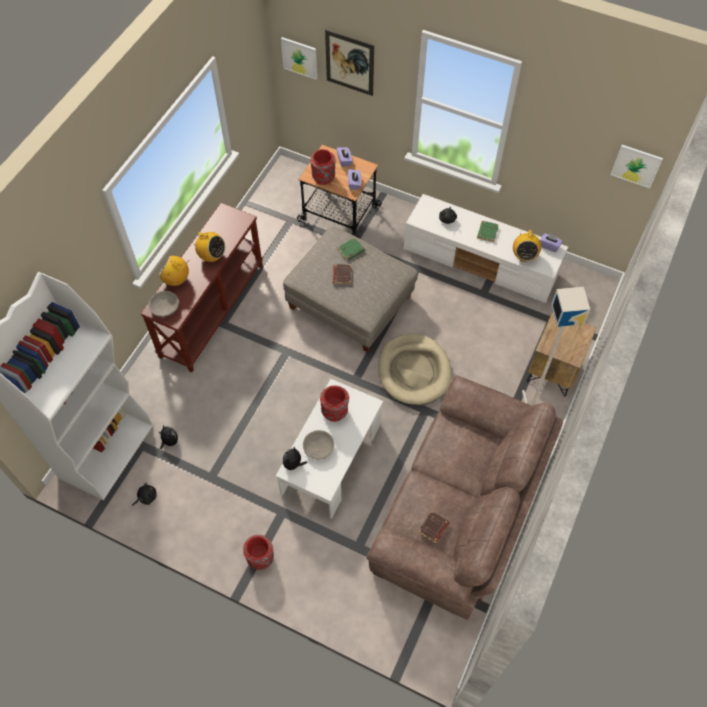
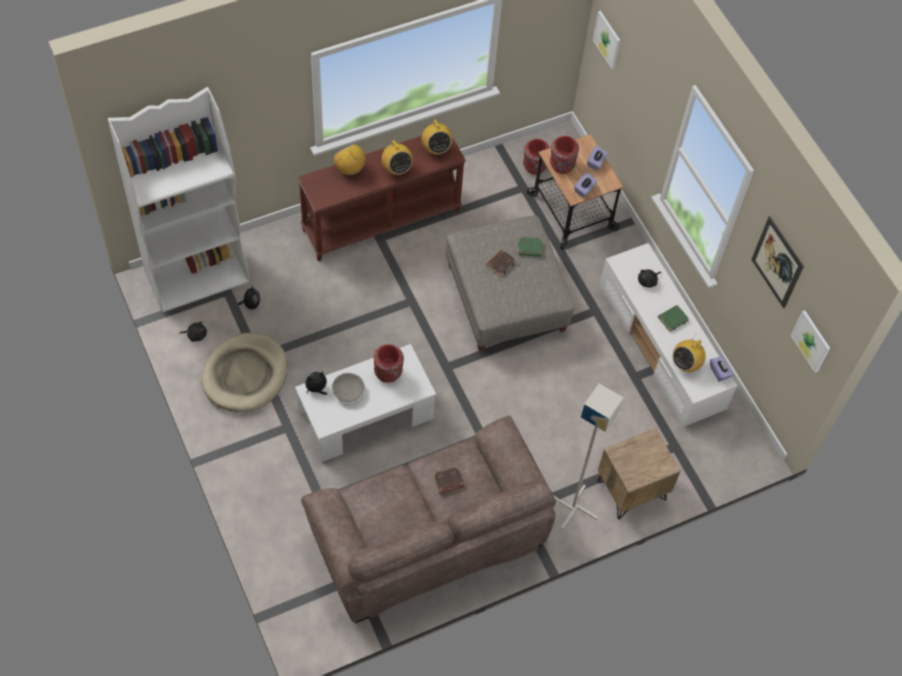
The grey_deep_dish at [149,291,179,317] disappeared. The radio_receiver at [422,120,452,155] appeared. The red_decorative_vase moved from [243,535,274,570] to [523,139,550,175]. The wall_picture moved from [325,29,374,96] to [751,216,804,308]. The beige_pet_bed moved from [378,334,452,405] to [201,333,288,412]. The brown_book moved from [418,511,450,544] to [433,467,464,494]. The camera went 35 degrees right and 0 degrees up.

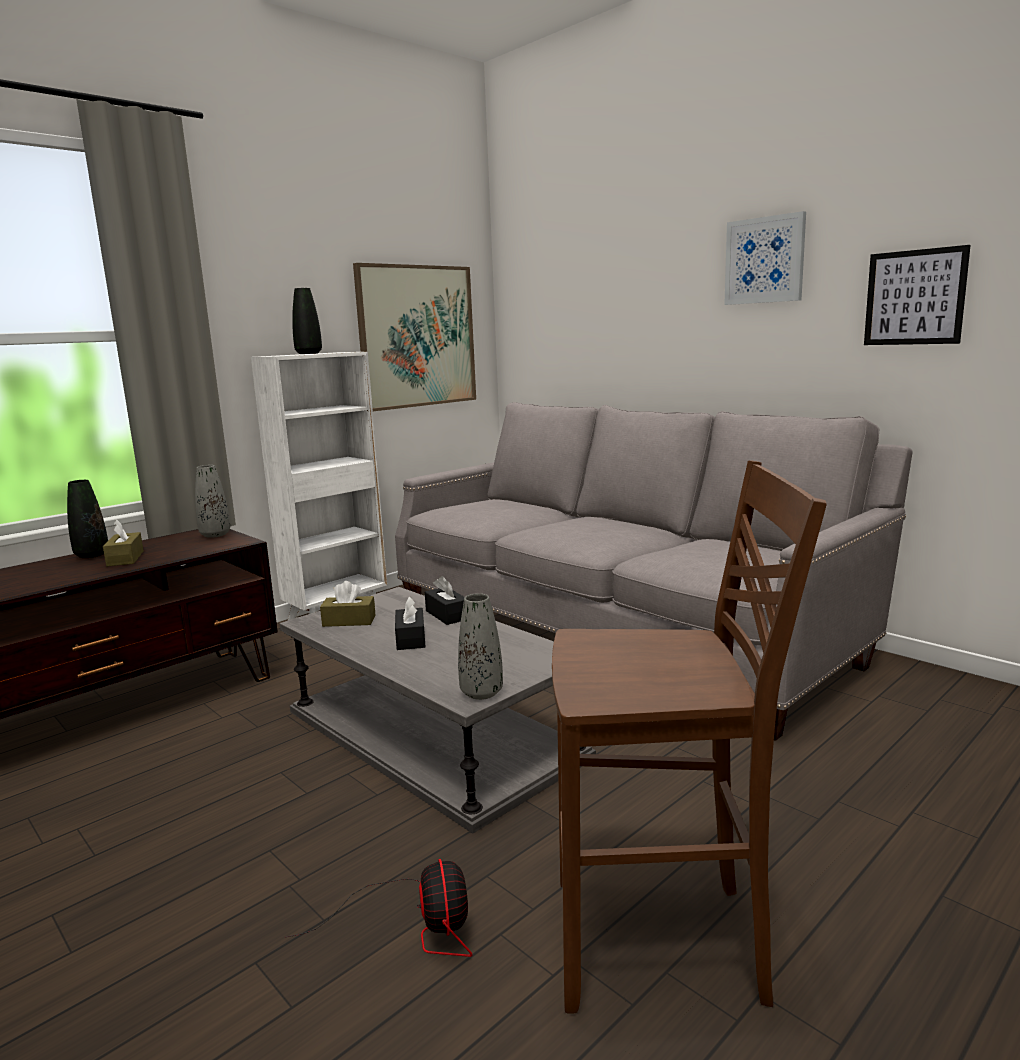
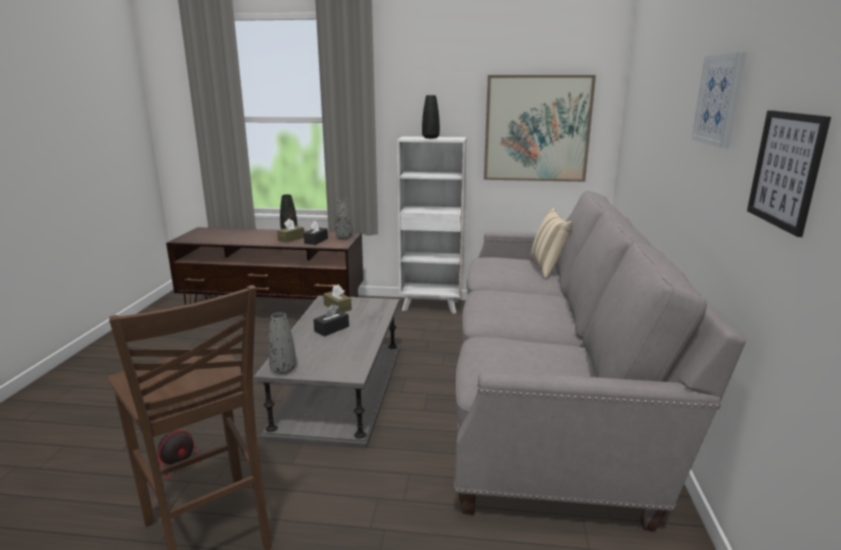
The beige_cushion at [530,208,573,279] appeared. The black-coloured_box_of_tissues moved from [425,576,465,625] to [304,221,328,245]. The camera went 50 degrees right and 5 degrees up.

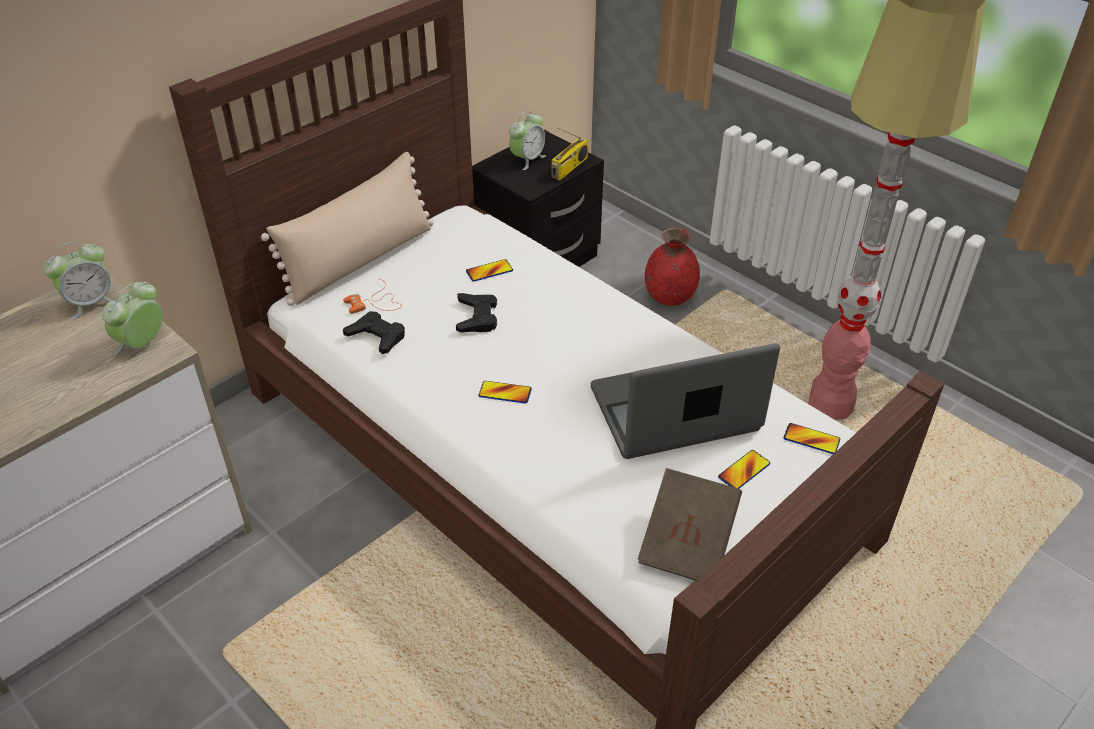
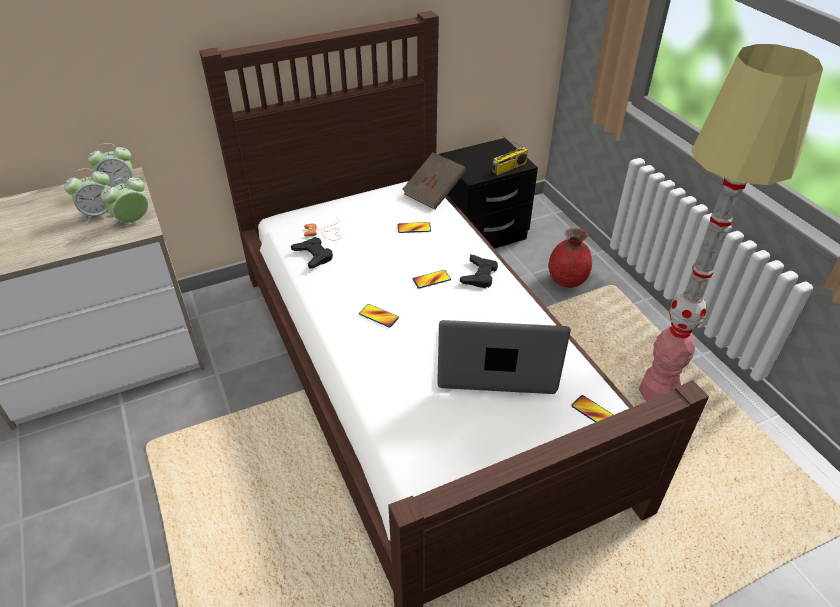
The beige_cushion at [261,152,434,306] disappeared. The black-coloured_gamepad moved from [456,293,497,333] to [460,255,498,288]. The table_clock moved from [509,111,546,170] to [64,168,113,225]. The brown_book moved from [638,468,742,581] to [402,152,466,209]. The handset moved from [718,450,770,489] to [413,270,451,289]. The camera went 20 degrees right and 0 degrees up.

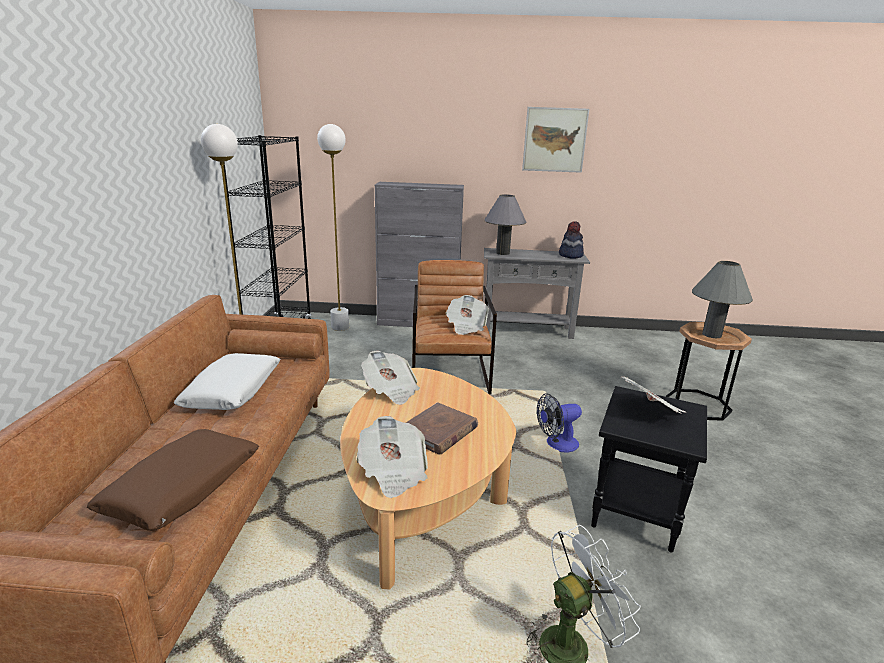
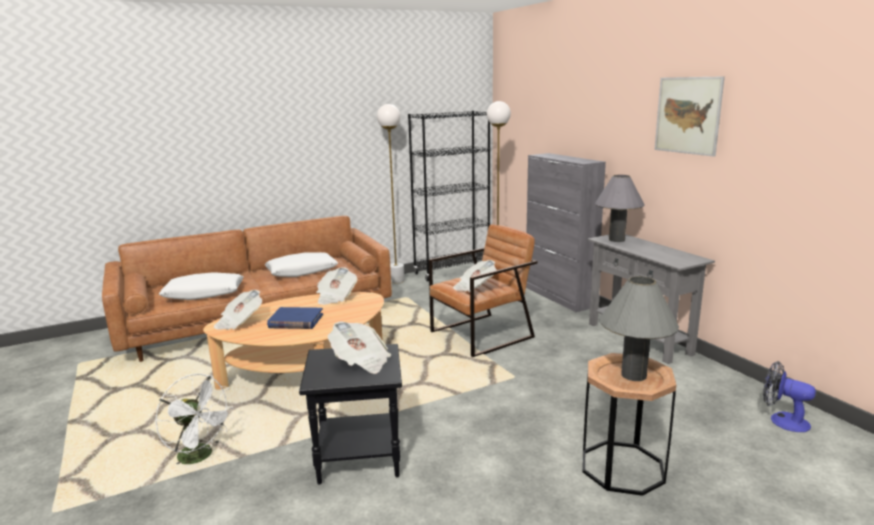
The wearable_hat at [559,221,584,258] disappeared. The fan moved from [537,393,582,452] to [763,361,816,432]. The brown_cushion at [87,429,259,531] became the whitish_cushion at [159,272,243,300]. The brown_book at [406,402,478,454] became the blue-coloured_book at [267,307,323,329]. The camera went 60 degrees right and 5 degrees down.

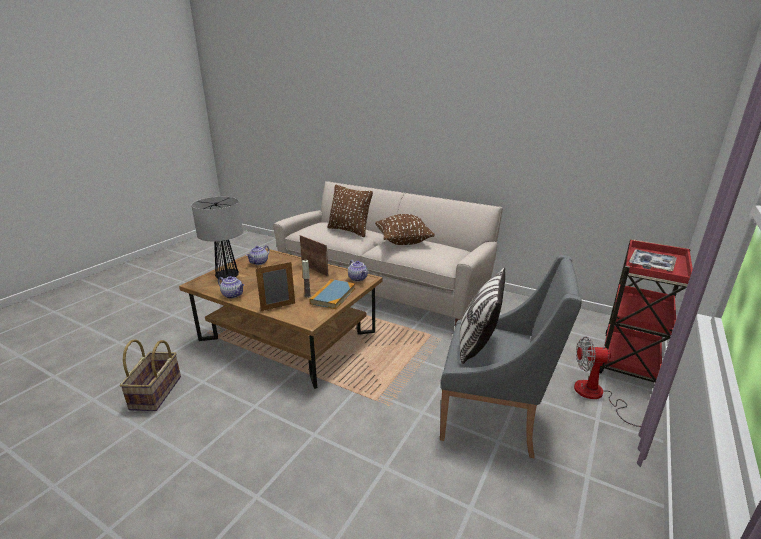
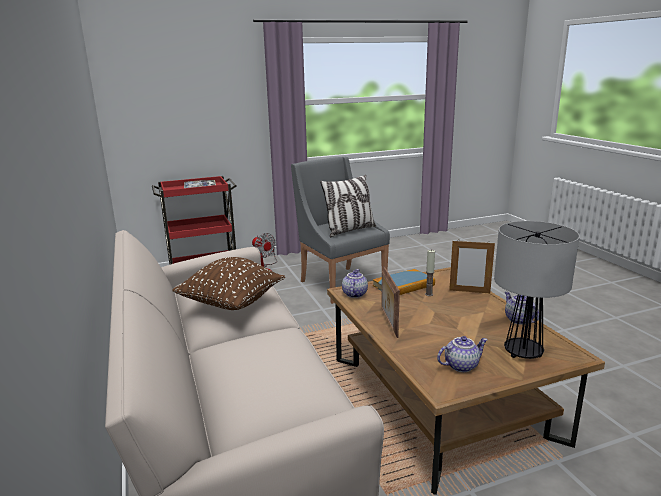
The household_basket at [120,339,181,411] disappeared. The brown_cushion at [328,184,373,237] disappeared. The camera went 140 degrees left and 5 degrees down.

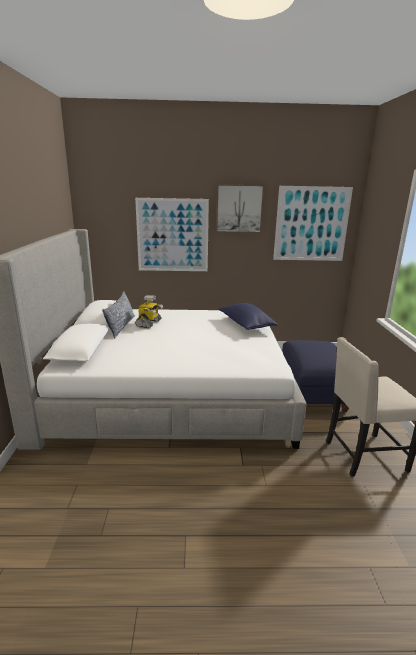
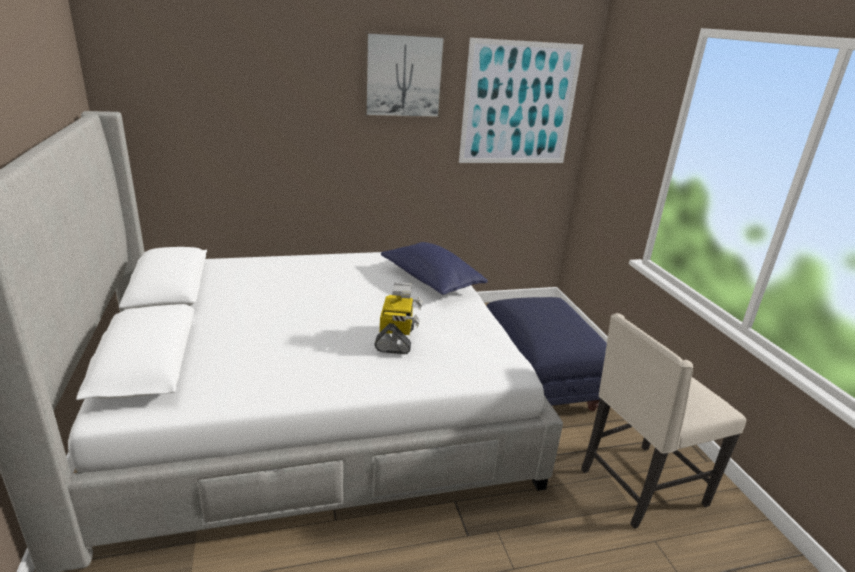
The cushion at [102,291,135,339] disappeared. The wall_picture at [135,198,209,271] disappeared. The toy_robot moved from [135,295,163,329] to [374,282,422,354]. The camera went 15 degrees left and 5 degrees up.

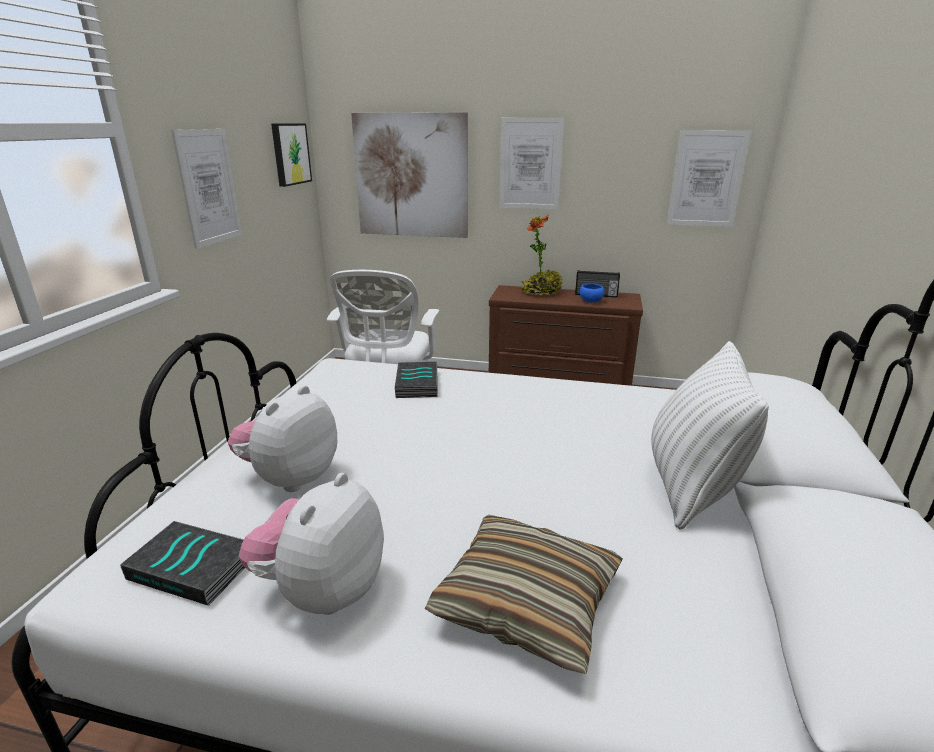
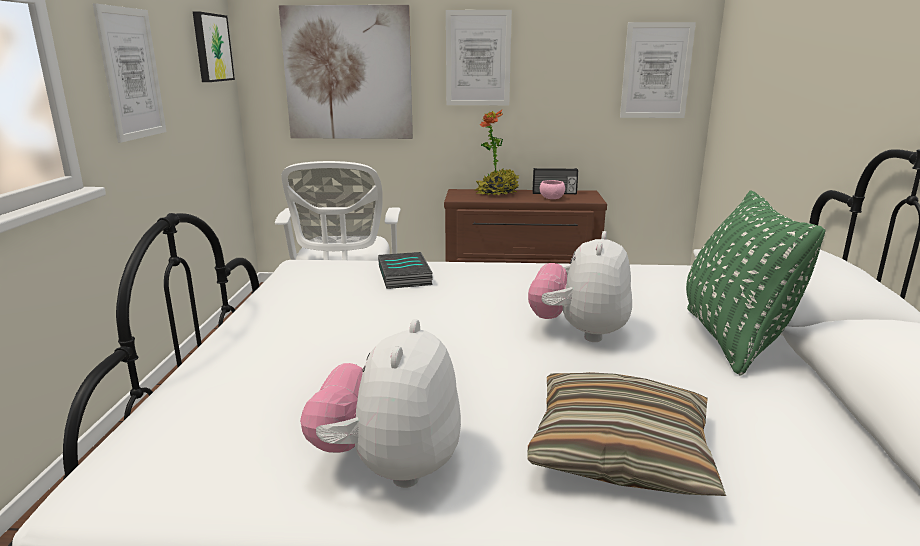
The book at [120,521,245,606] disappeared. The plush_toy moved from [228,385,337,492] to [528,231,632,342]. The blue-coloured_deep_dish at [580,283,604,303] became the pink_deep_dish at [540,180,565,199]. The whitish_cushion at [651,341,769,530] became the greenish_cushion at [686,190,825,376]. The camera went 10 degrees left and 5 degrees down.

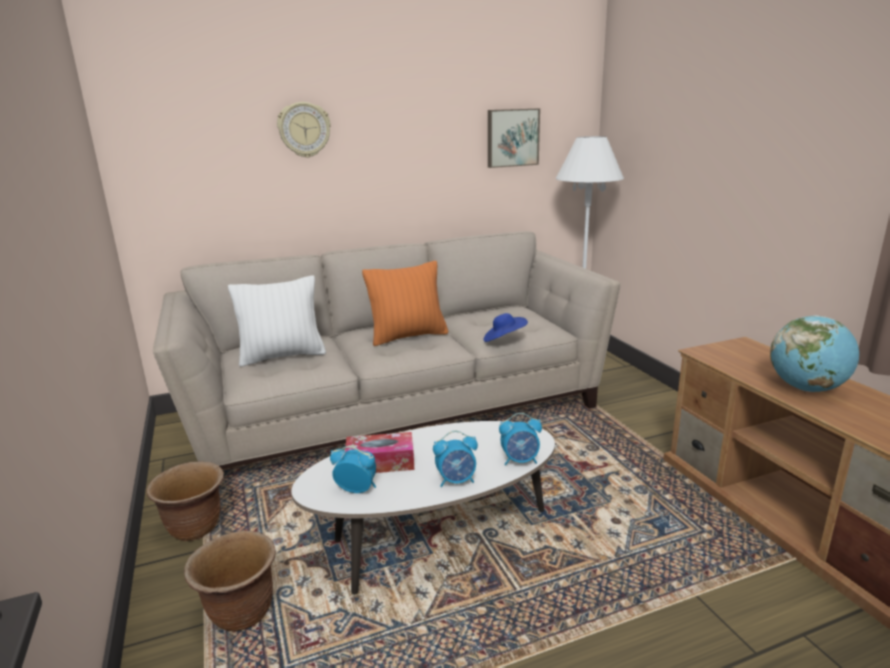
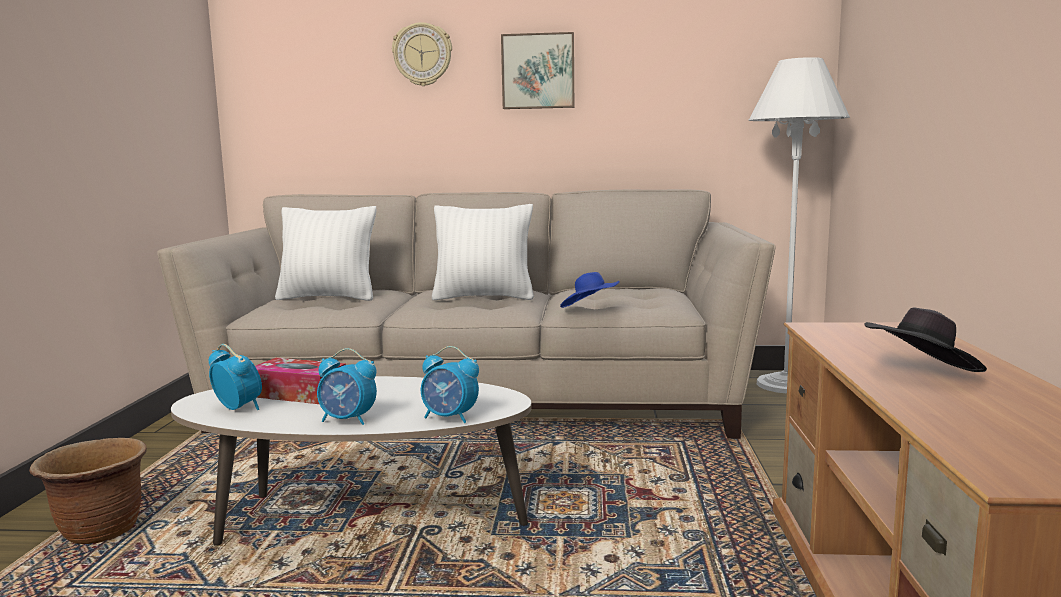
The brown_flower_pot at [146,461,224,541] disappeared. The wall_picture moved from [488,108,540,168] to [501,32,574,109]. The desk_globe at [770,315,859,392] was replaced by the black-coloured_wearable_hat at [864,308,987,372]. The orangey_cushion at [362,261,448,346] became the whitish_cushion at [432,204,534,300]. The camera went 25 degrees right and 10 degrees down.

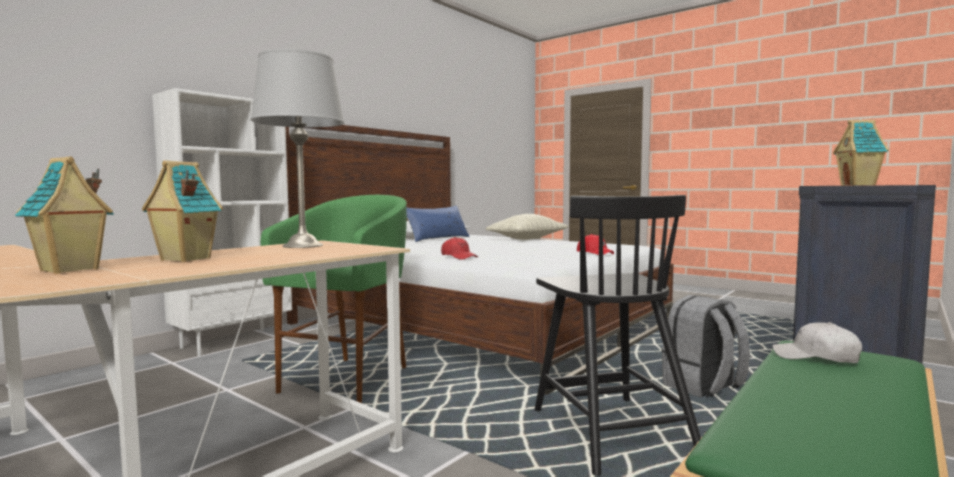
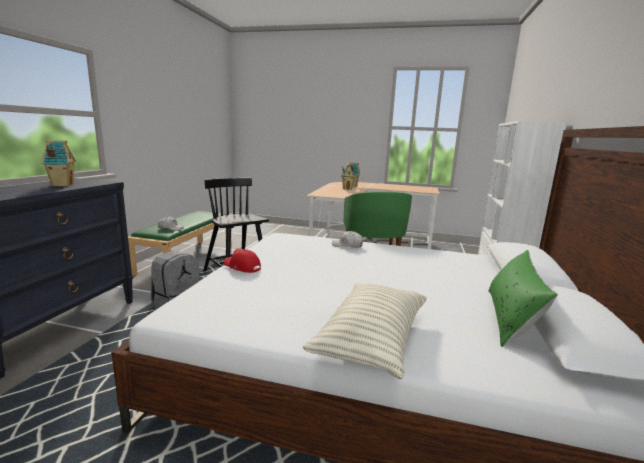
The grey_tabletop_lamp at [251,48,344,248] disappeared. The blue-coloured_cushion at [407,206,470,242] became the greenish_cushion at [488,250,558,347]. The red_peaked_cap at [441,237,478,260] became the whitish_peaked_cap at [332,231,363,248]. The camera went 155 degrees right and 10 degrees up.

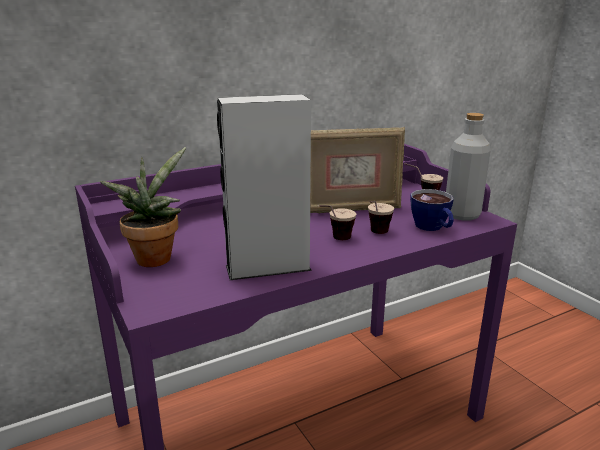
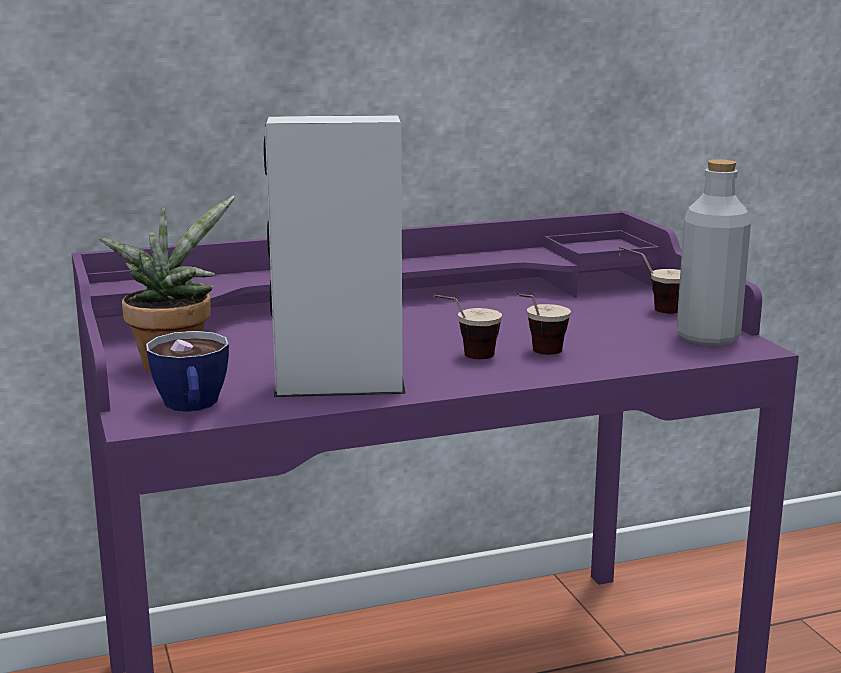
The standing_frame at [310,127,405,214] disappeared. The cup moved from [410,189,454,231] to [146,331,229,412]. The camera went 10 degrees right and 5 degrees down.

